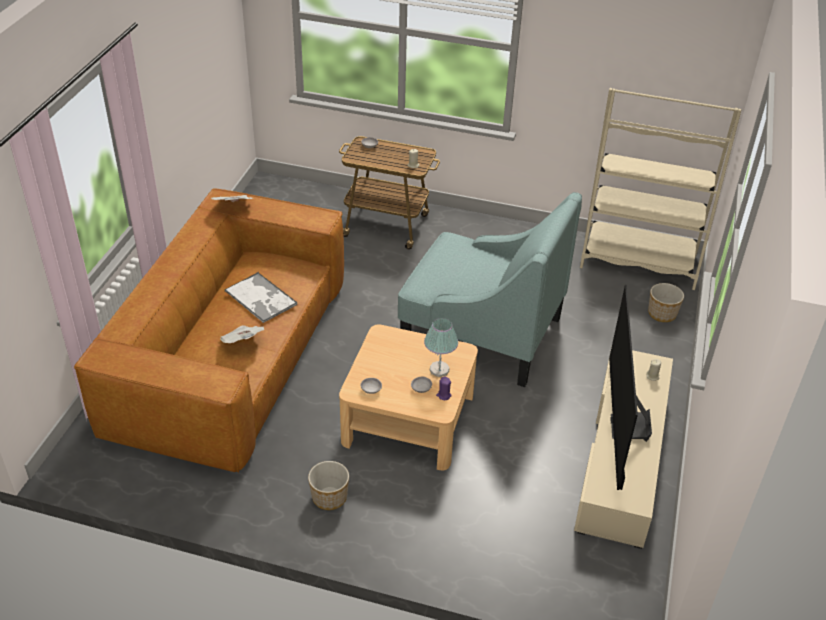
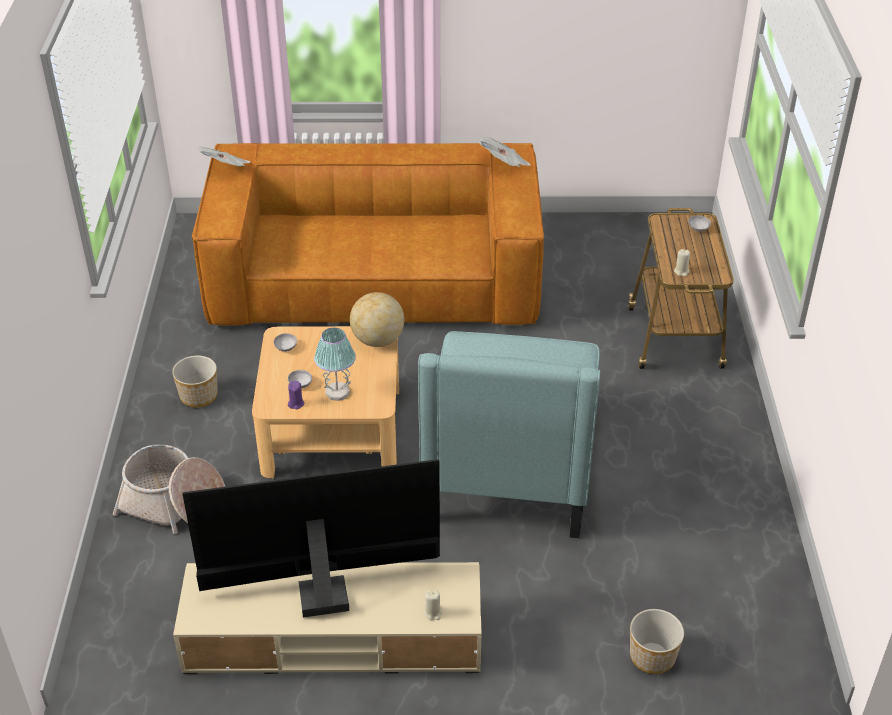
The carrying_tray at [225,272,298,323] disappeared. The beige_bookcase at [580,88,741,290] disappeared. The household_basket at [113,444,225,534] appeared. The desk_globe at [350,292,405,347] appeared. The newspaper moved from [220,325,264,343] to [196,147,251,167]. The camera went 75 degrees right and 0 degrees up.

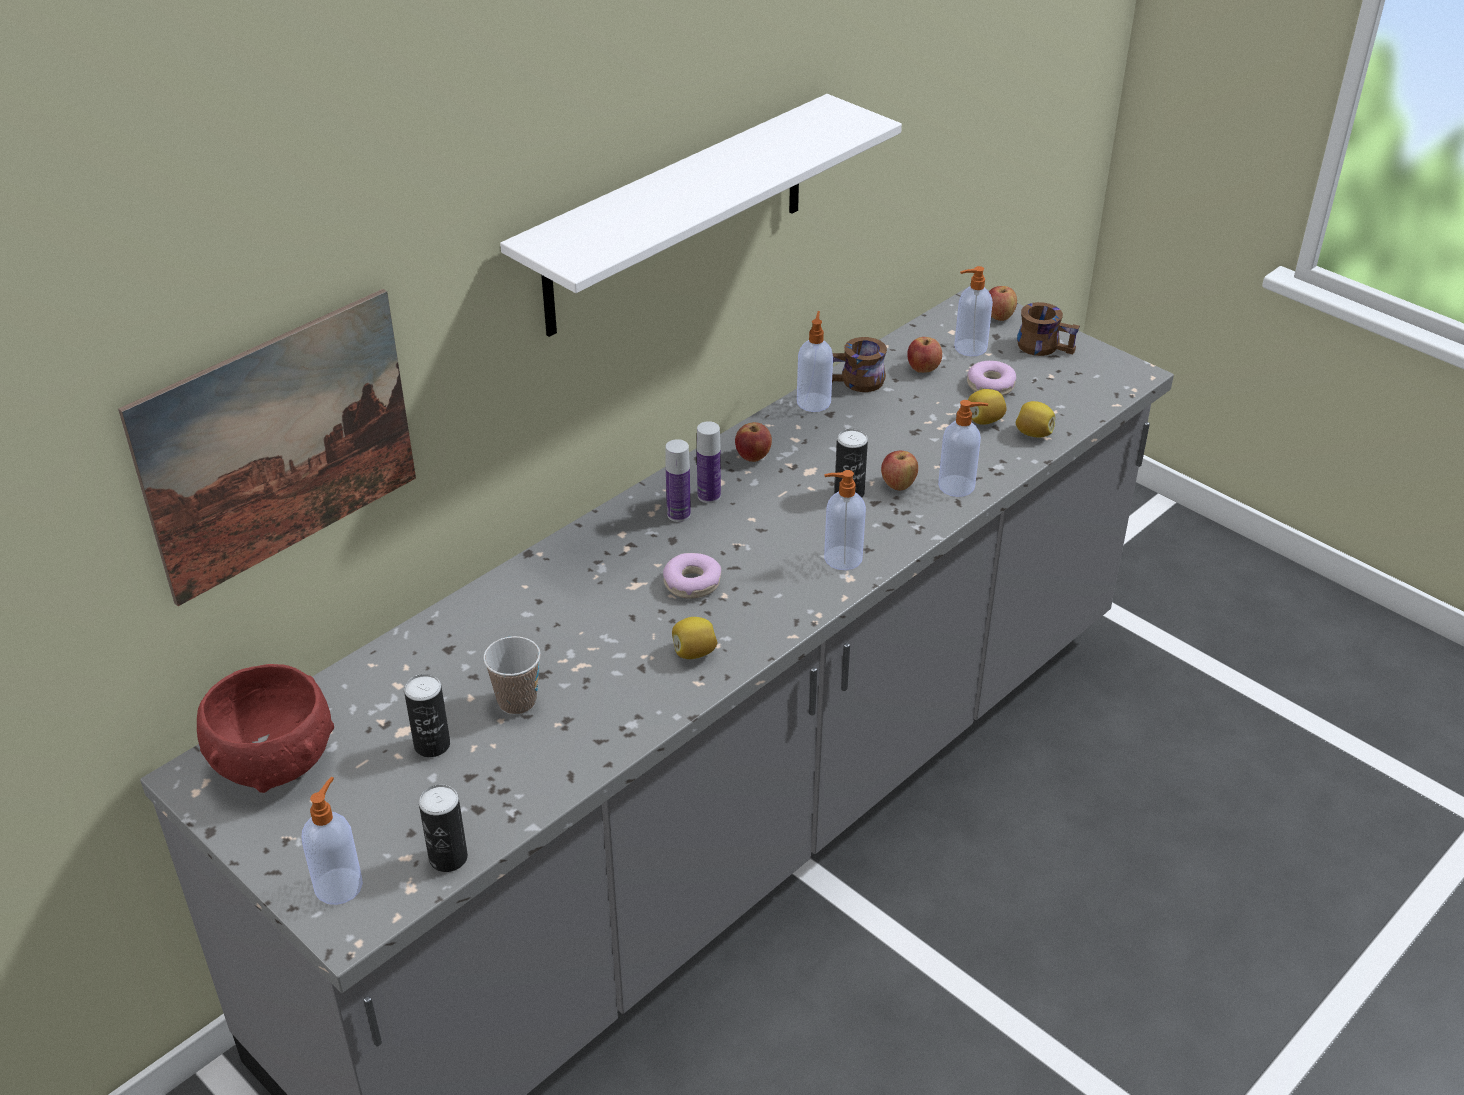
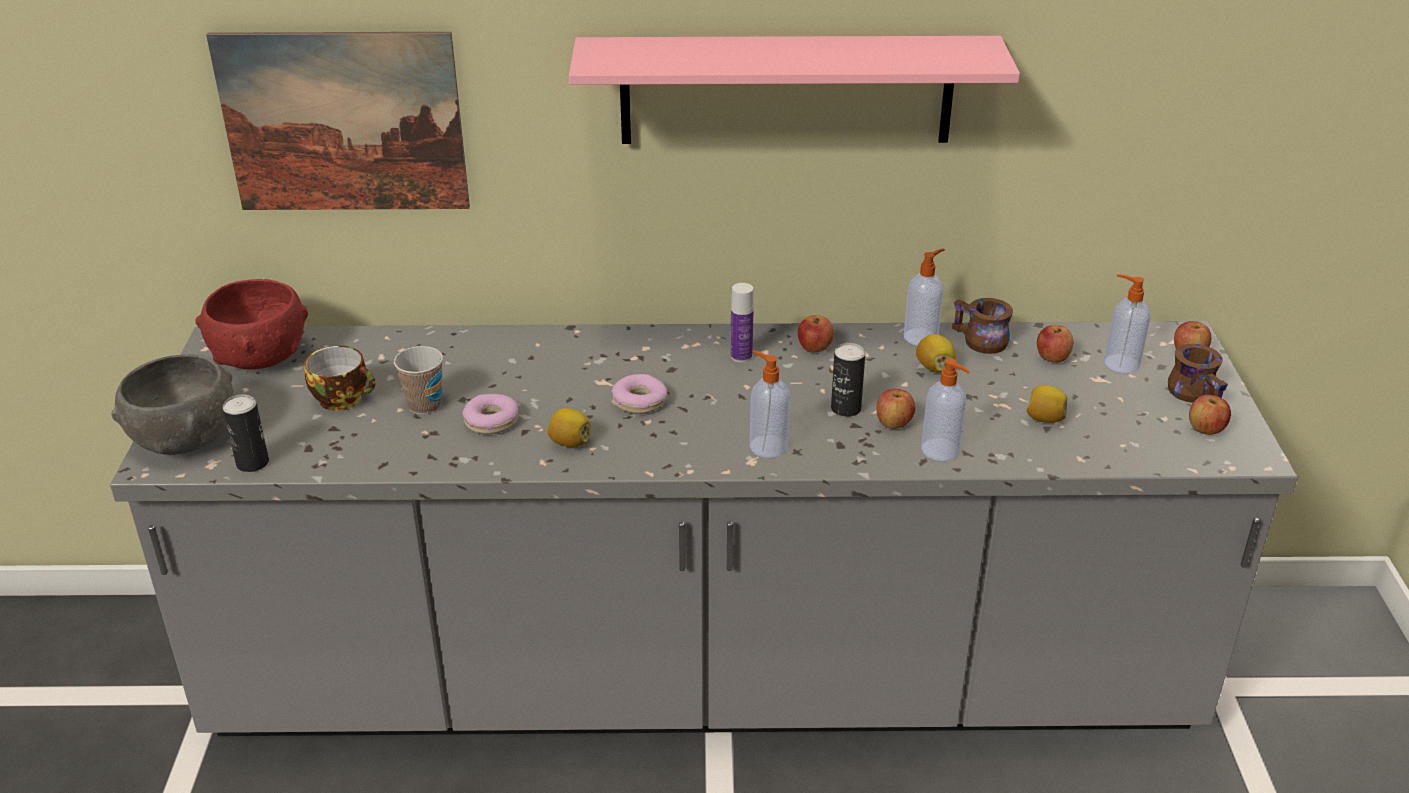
The bottle at [666,439,691,522] disappeared. The apple_fruit at [1189,395,1231,435] appeared. The donut moved from [967,361,1016,396] to [463,394,518,434]. The whole_lemon moved from [1016,401,1055,438] to [916,334,955,372]. The soap_bottle at [302,777,363,905] was replaced by the grey_deep_dish at [111,354,233,455]. The sealed_can at [404,674,450,757] was replaced by the cup at [304,346,376,411]. The whitish_shelf at [500,94,902,337] became the pink_shelf at [569,36,1020,144]. The camera went 45 degrees right and 5 degrees down.

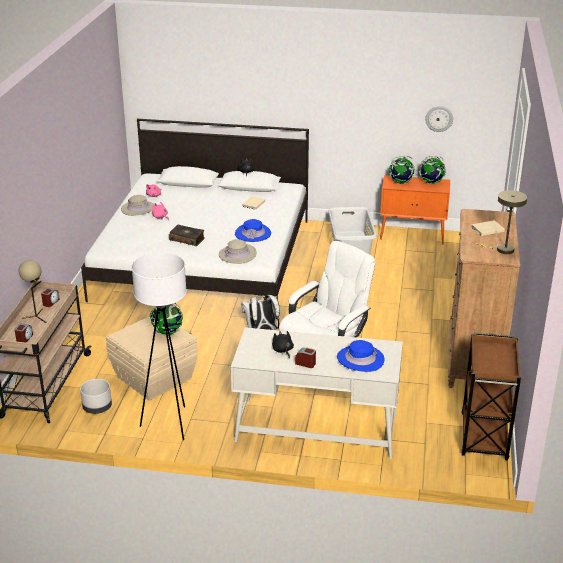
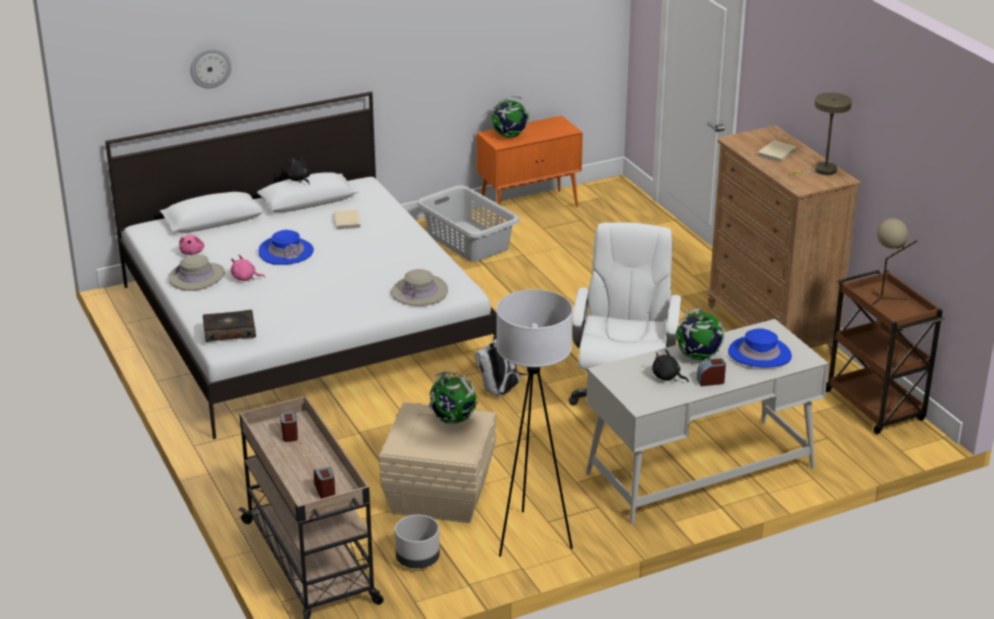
The beige_tabletop_lamp moved from [18,260,47,323] to [871,218,918,305]. The book moved from [169,225,205,246] to [203,310,256,342]. The blue-coloured_wearable_hat moved from [235,219,271,242] to [258,230,314,265]. The desk_globe moved from [419,156,446,184] to [676,307,725,360]. The clock_on_the_wall moved from [425,106,453,132] to [190,48,232,89]. The camera went 35 degrees left and 0 degrees up.

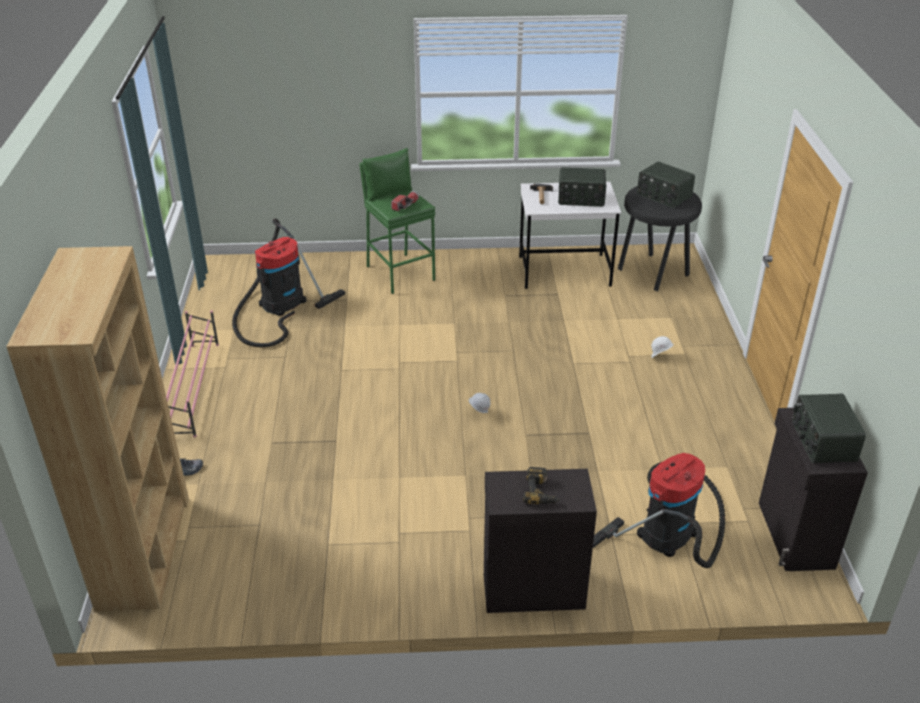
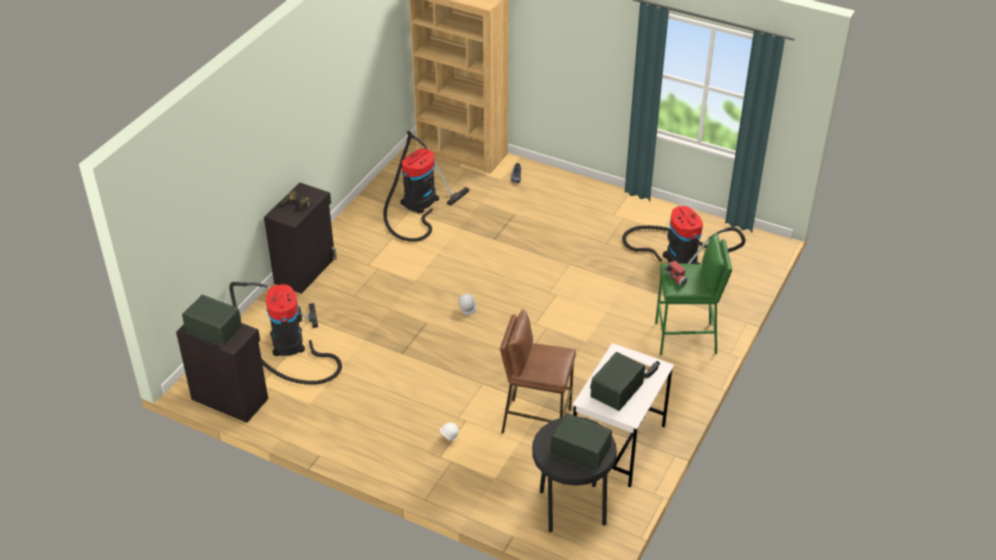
The pink_shoe_shelf at [166,310,219,438] disappeared. The vacuum_cleaner at [383,131,469,242] appeared. The brown_stool_seat at [500,309,576,434] appeared. The radio_receiver at [637,162,695,208] turned 45 degrees clockwise. The camera went 120 degrees right and 5 degrees up.

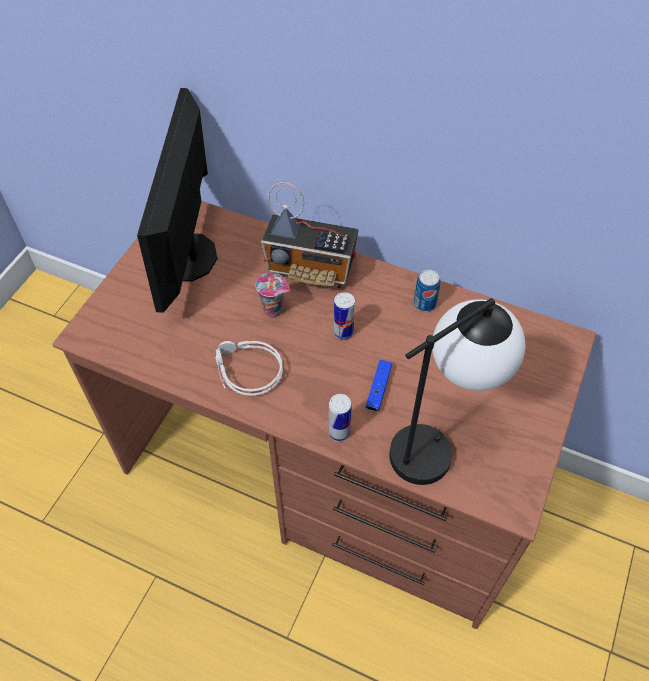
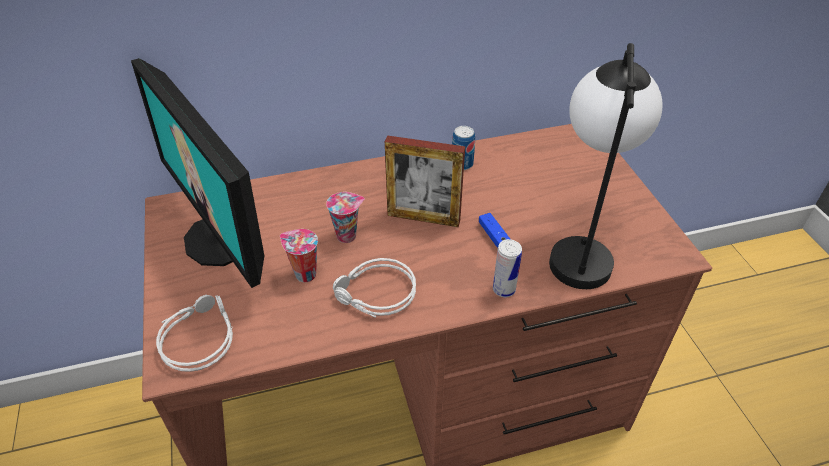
The radio_receiver at [261,182,359,289] disappeared. The grey_pair_of_headphones at [156,295,233,372] appeared. The cup at [280,229,318,282] appeared. The sealed_can at [334,292,355,340] was replaced by the standing_frame at [385,135,465,227]. The camera went 40 degrees left and 10 degrees down.

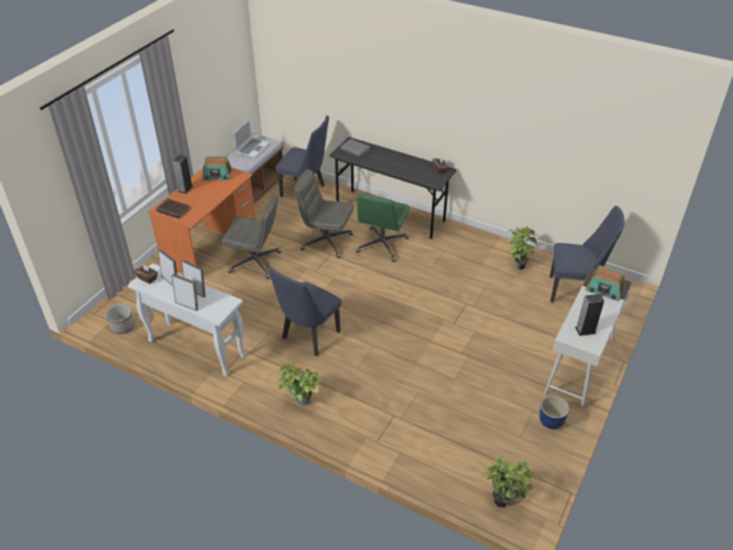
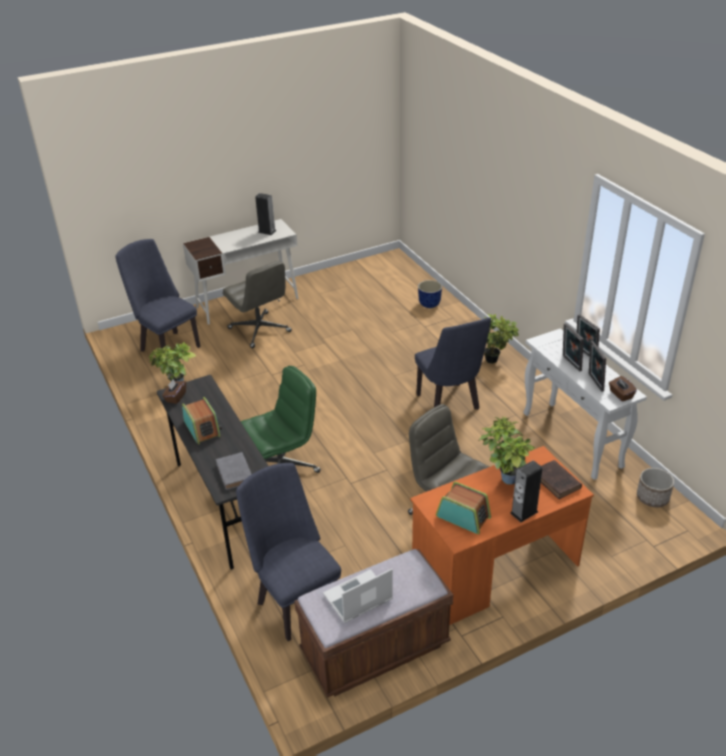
The grey_desk_chair moved from [295,169,354,258] to [223,260,292,348]. The plant_in_a_pot moved from [486,457,534,508] to [479,416,535,485]. The flower_pot moved from [539,396,569,429] to [418,280,442,308]. The radio_receiver moved from [585,265,624,301] to [182,397,222,445]. The blue-coloured_plain_chair at [268,267,342,356] turned 90 degrees clockwise. The camera went 145 degrees left and 5 degrees down.

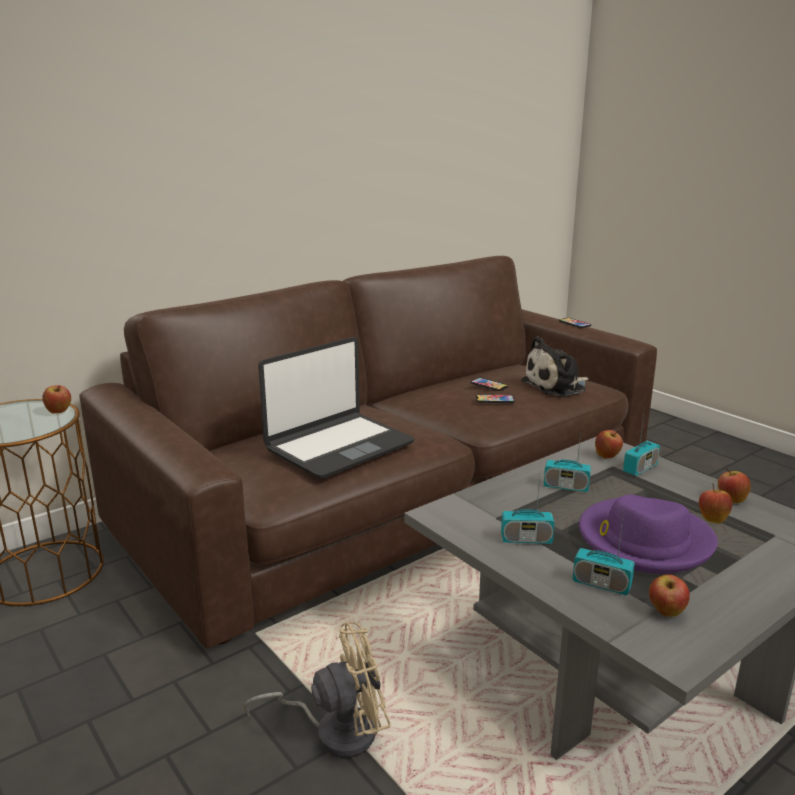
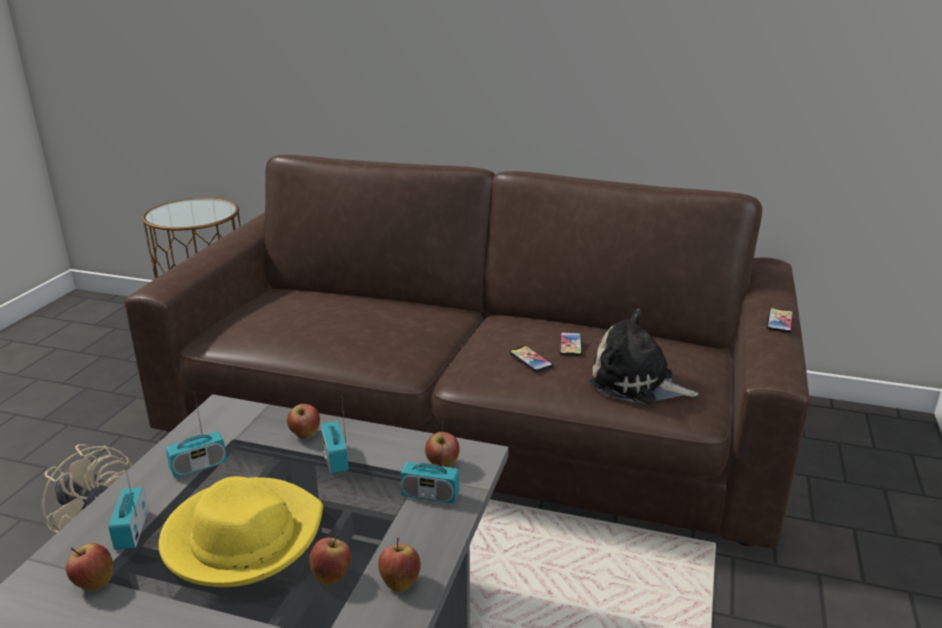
The notebook_computer at [258,337,414,478] disappeared. The apple_fruit moved from [42,385,71,413] to [287,404,320,439]. The purple-coloured_wearable_hat at [579,495,718,574] became the yellow-coloured_wearable_hat at [159,476,323,587]. The radio_receiver at [501,475,555,544] turned 90 degrees counterclockwise. The camera went 55 degrees right and 5 degrees up.

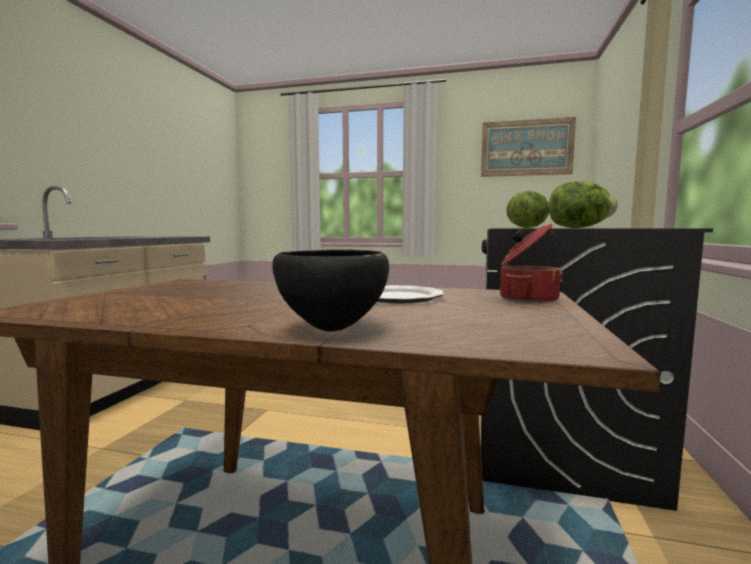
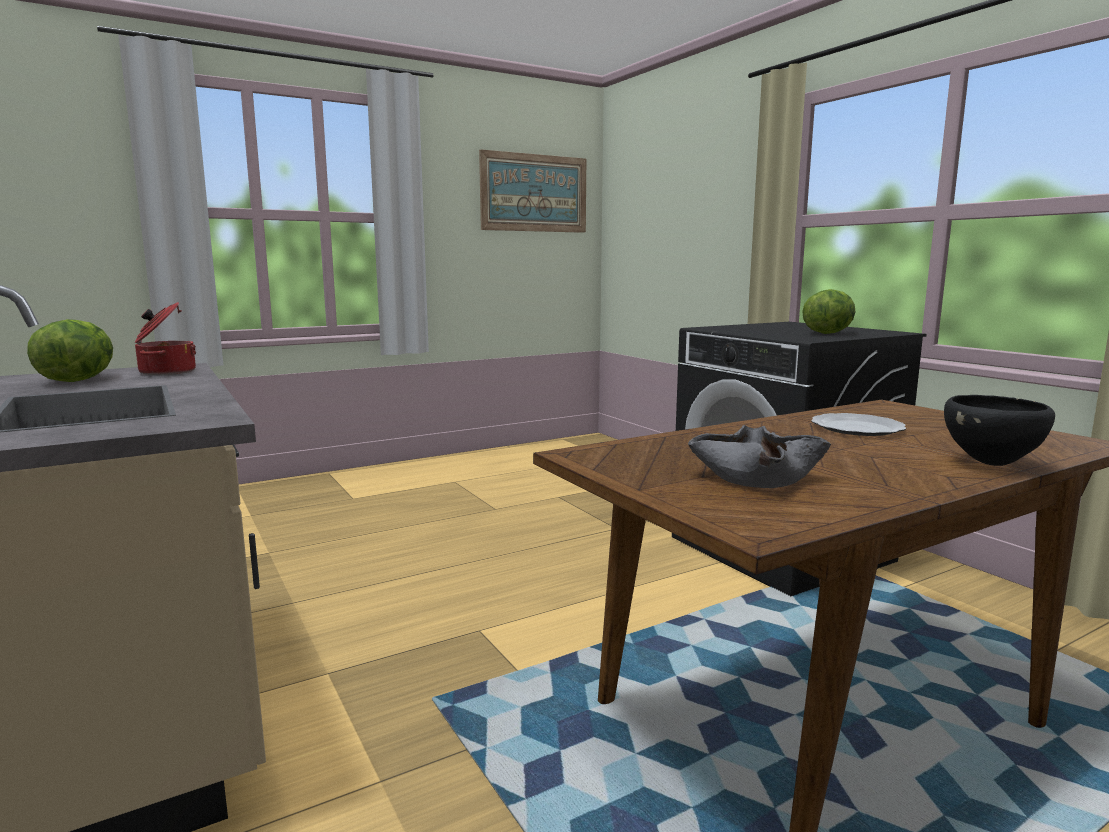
The grey_deep_dish at [688,425,831,488] appeared. The saucepot moved from [500,223,563,303] to [135,302,196,375]. The lettuce_head moved from [506,191,549,228] to [27,319,113,382]. The camera went 45 degrees left and 5 degrees up.

